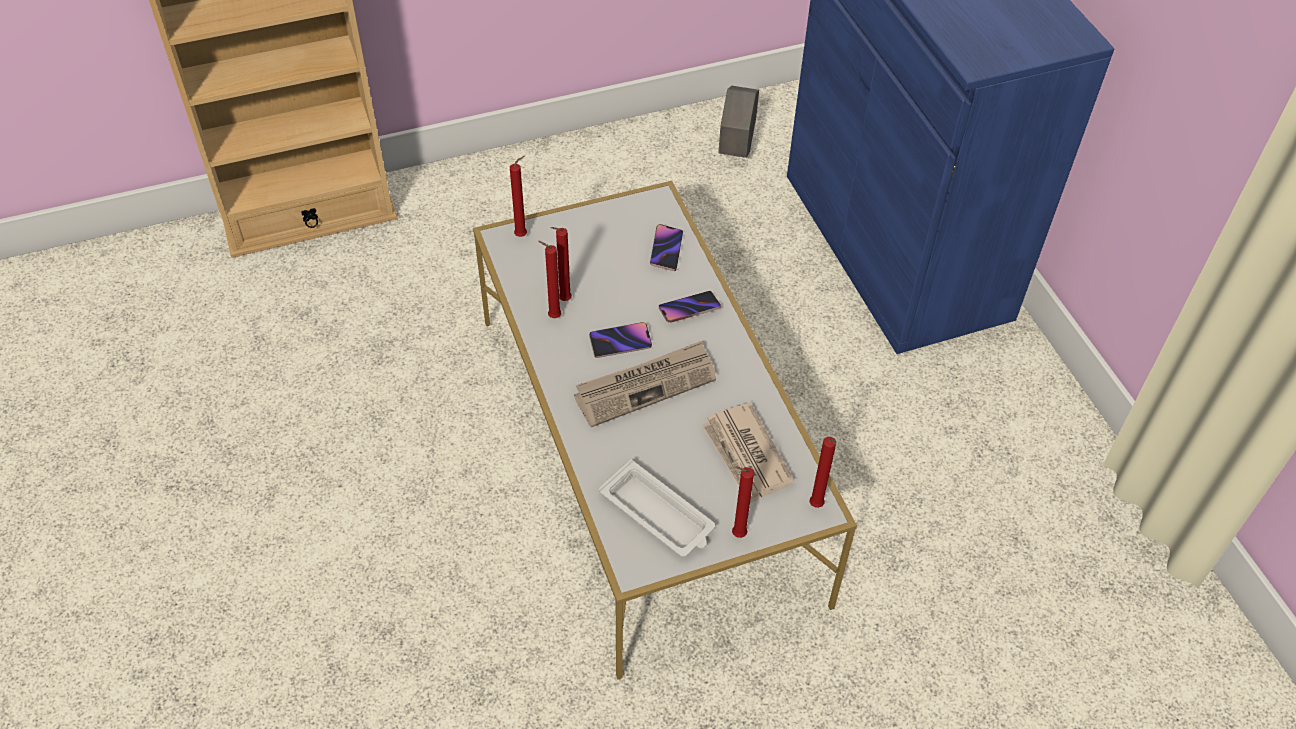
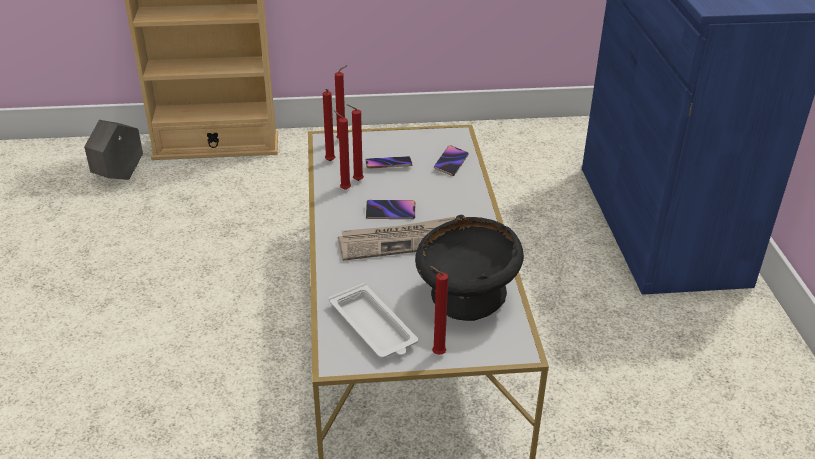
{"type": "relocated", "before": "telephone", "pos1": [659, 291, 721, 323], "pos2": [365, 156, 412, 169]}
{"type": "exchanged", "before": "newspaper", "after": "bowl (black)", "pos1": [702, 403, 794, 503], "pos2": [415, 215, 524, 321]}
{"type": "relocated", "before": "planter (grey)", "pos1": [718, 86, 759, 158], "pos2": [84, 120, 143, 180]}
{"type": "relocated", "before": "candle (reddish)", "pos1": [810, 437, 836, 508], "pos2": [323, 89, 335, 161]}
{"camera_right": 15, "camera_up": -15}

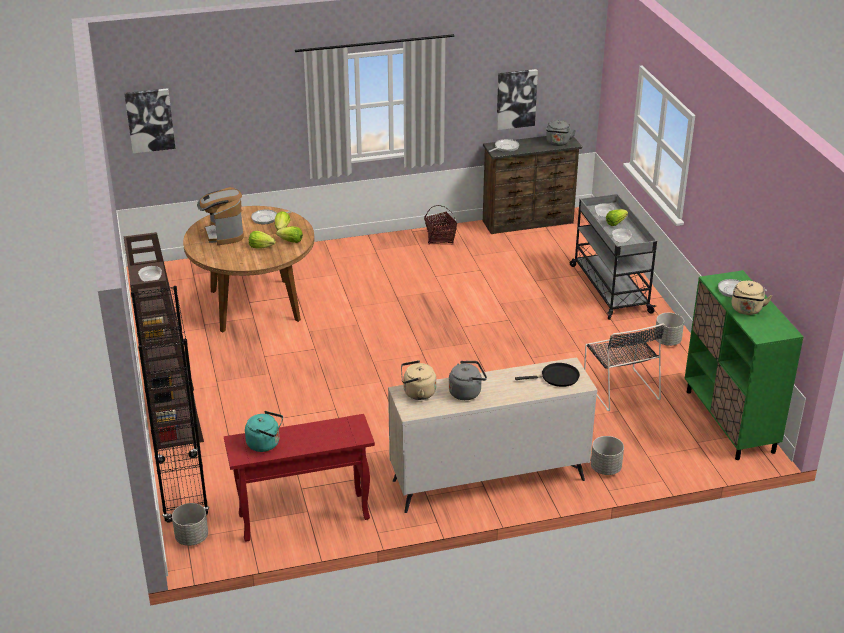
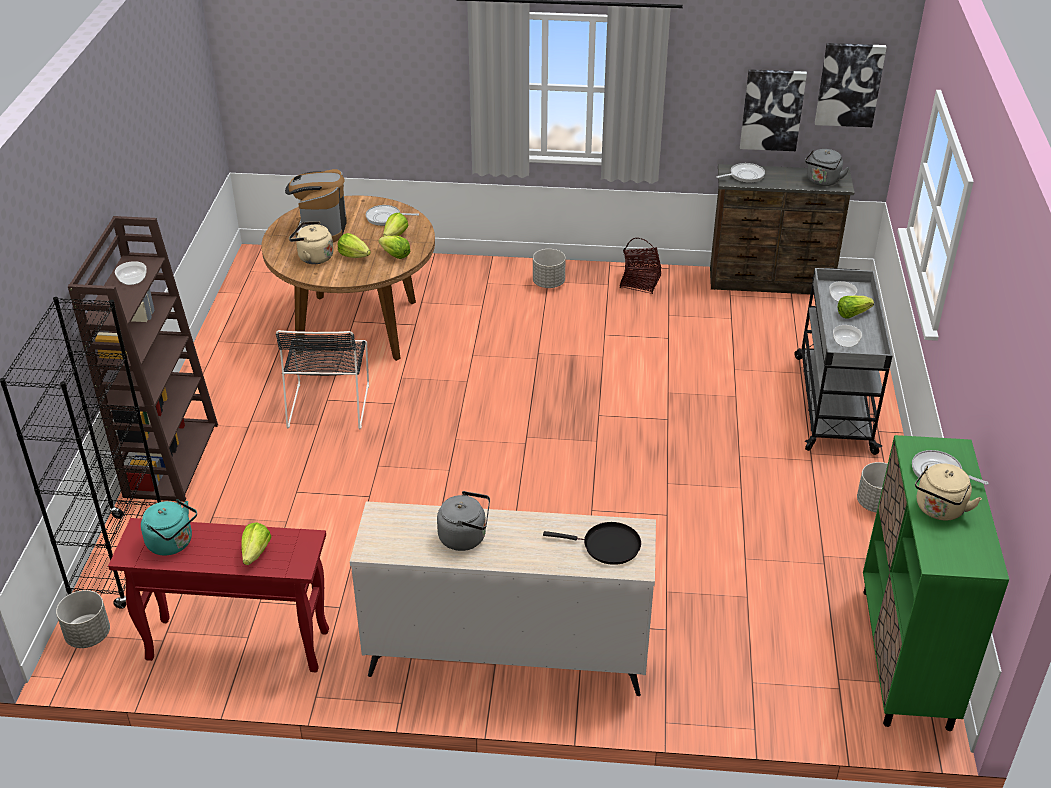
{"type": "relocated", "before": "wall art", "pos1": [124, 88, 175, 153], "pos2": [815, 43, 887, 127]}
{"type": "relocated", "before": "tea kettle (beige-coloured)", "pos1": [401, 360, 436, 400], "pos2": [289, 221, 333, 264]}
{"type": "relocated", "before": "chair (black)", "pos1": [584, 323, 665, 411], "pos2": [276, 330, 369, 429]}
{"type": "relocated", "before": "planter (grey)", "pos1": [591, 436, 624, 475], "pos2": [533, 249, 566, 288]}
{"type": "appeared", "after": "head of lettuce", "pos2": [241, 522, 272, 565]}
{"camera_right": 20, "camera_up": 5}

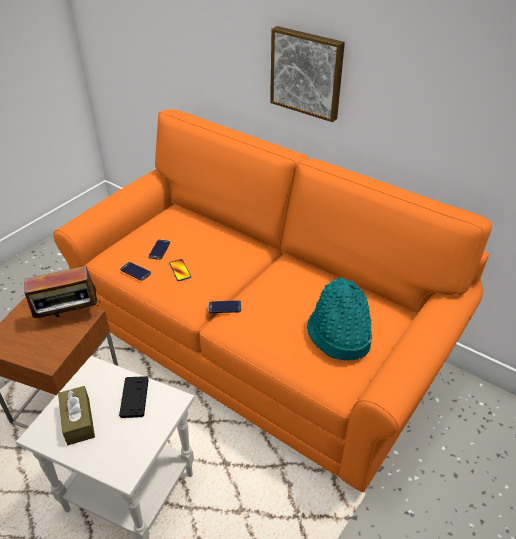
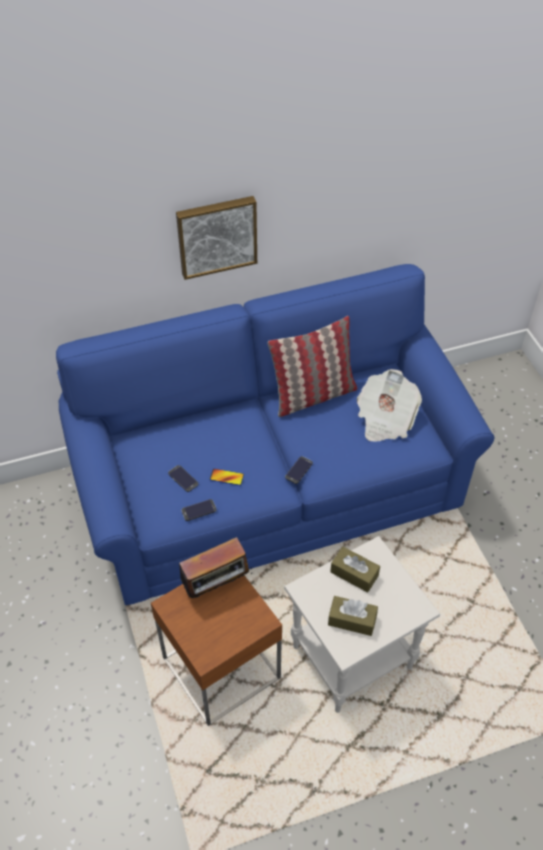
{"type": "spun", "before": "radio receiver", "pos1": [24, 266, 100, 323], "pos2": [172, 537, 252, 598], "turn": 45}
{"type": "colour", "before": "settee (orange-coloured)", "after": "settee (blue)", "pos1": [53, 109, 492, 493], "pos2": [56, 264, 494, 605]}
{"type": "exchanged", "before": "game controller (black)", "after": "box of tissues (brownish)", "pos1": [119, 376, 149, 418], "pos2": [330, 546, 380, 592]}
{"type": "exchanged", "before": "hat (blue-green)", "after": "newspaper", "pos1": [307, 277, 372, 360], "pos2": [357, 369, 422, 442]}
{"type": "appeared", "after": "pillow", "pos2": [268, 316, 357, 417]}
{"camera_right": -55, "camera_up": 10}

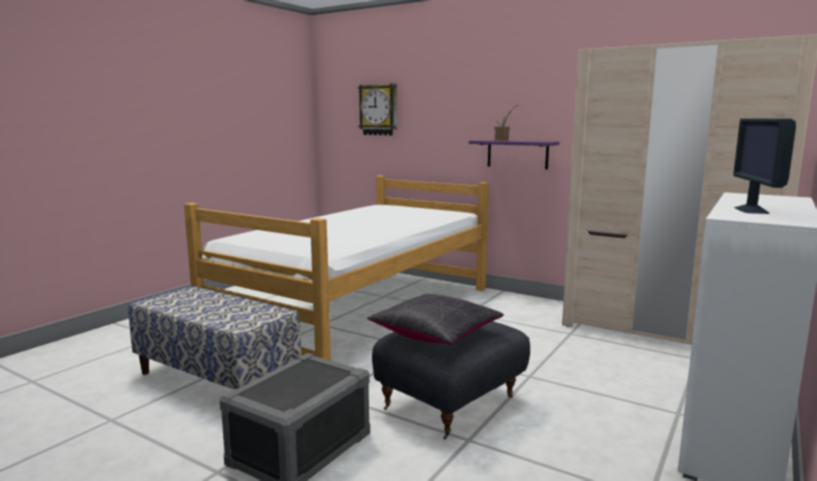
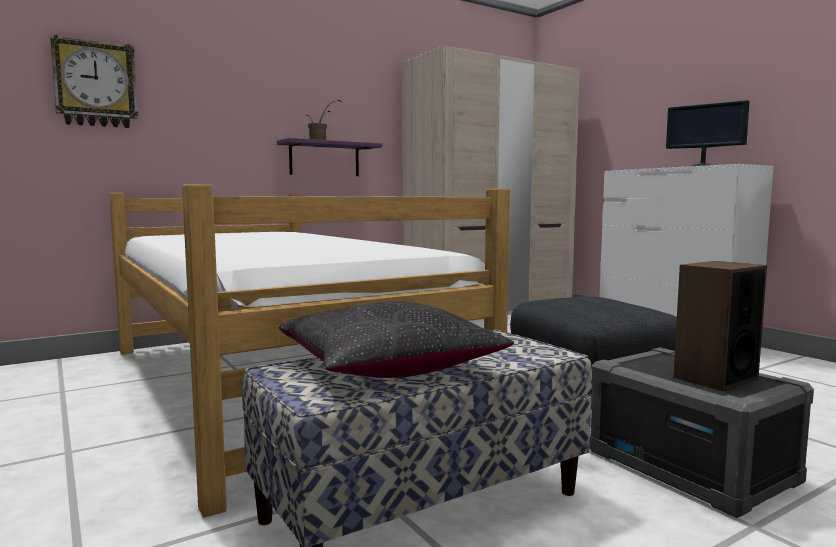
{"type": "relocated", "before": "pillow (black)", "pos1": [367, 294, 504, 344], "pos2": [279, 301, 514, 378]}
{"type": "appeared", "after": "audio speaker", "pos2": [673, 261, 767, 391]}
{"camera_right": -65, "camera_up": -5}

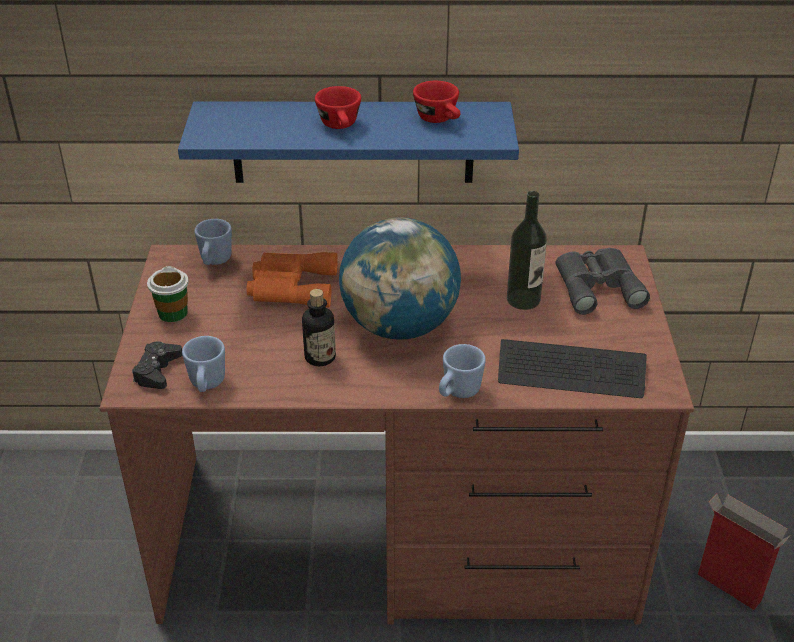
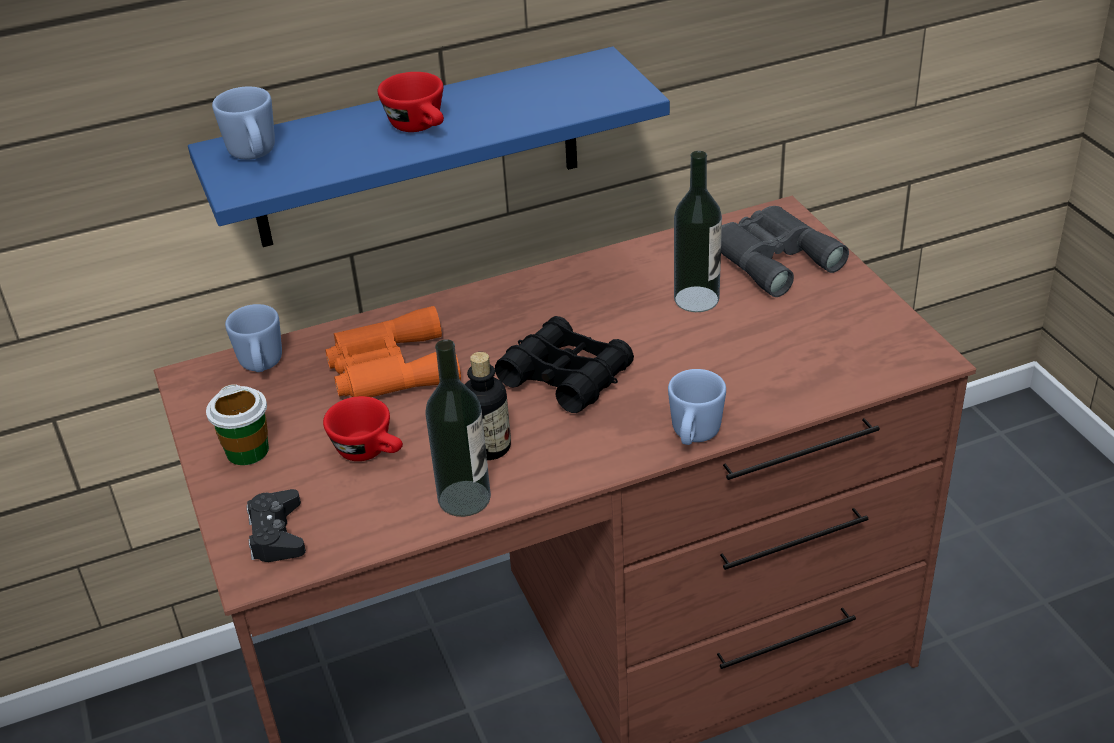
{"type": "relocated", "before": "coffee mug (blue)", "pos1": [182, 336, 225, 392], "pos2": [212, 86, 275, 160]}
{"type": "exchanged", "before": "desk globe", "after": "field glasses (black)", "pos1": [339, 217, 461, 340], "pos2": [495, 316, 634, 413]}
{"type": "relocated", "before": "cup (reddish)", "pos1": [413, 81, 461, 123], "pos2": [323, 396, 403, 461]}
{"type": "missing", "before": "keyboard", "pos1": [498, 339, 647, 398]}
{"type": "missing", "before": "packing box", "pos1": [698, 493, 790, 610]}
{"type": "appeared", "after": "bottle", "pos2": [425, 339, 491, 517]}
{"camera_right": -20, "camera_up": 0}

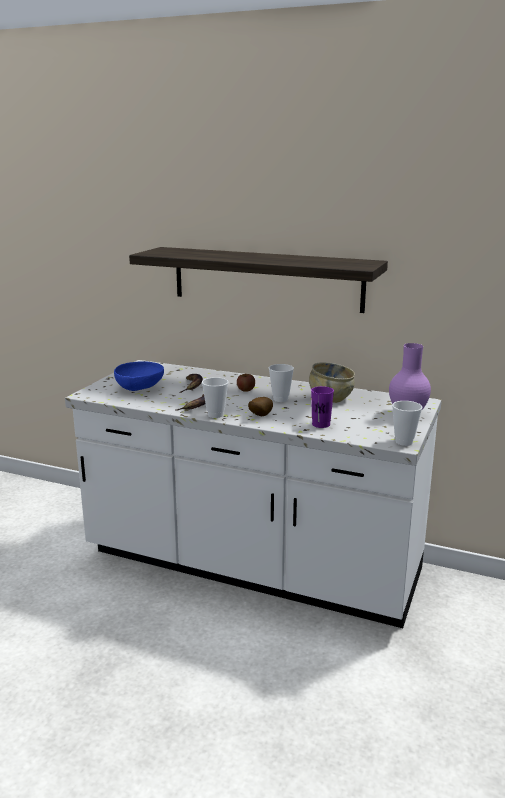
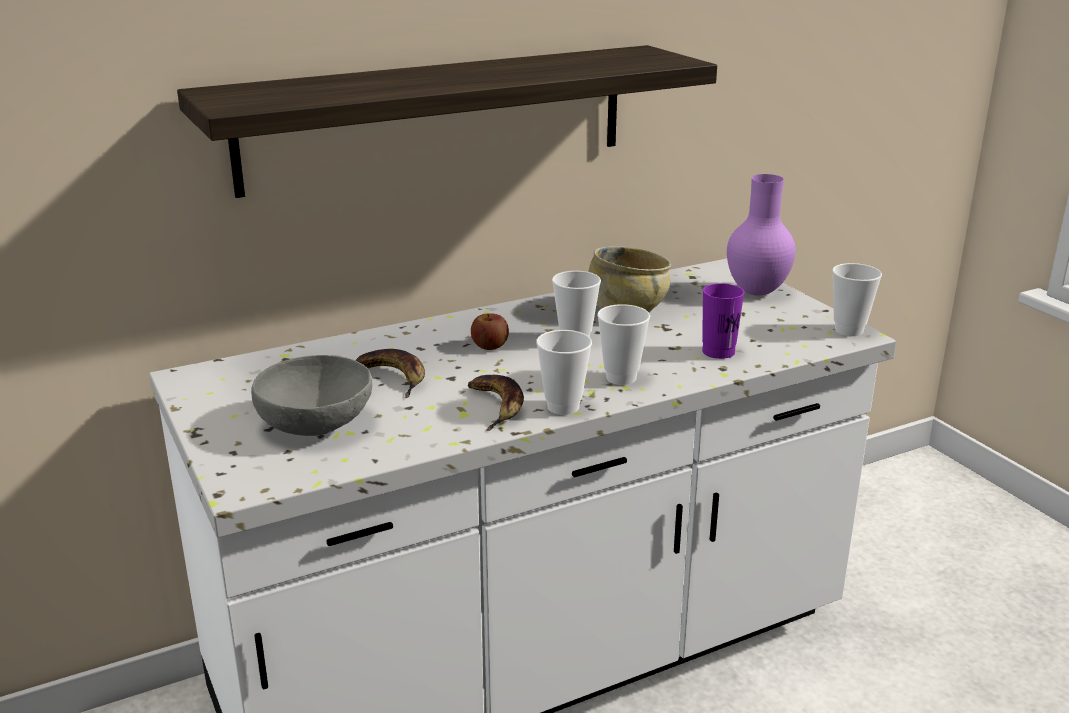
{"type": "colour", "before": "bowl (blue)", "after": "bowl (grey)", "pos1": [114, 361, 164, 391], "pos2": [251, 355, 372, 436]}
{"type": "exchanged", "before": "spud", "after": "cup", "pos1": [248, 397, 273, 416], "pos2": [597, 304, 650, 385]}
{"camera_right": -50, "camera_up": 5}

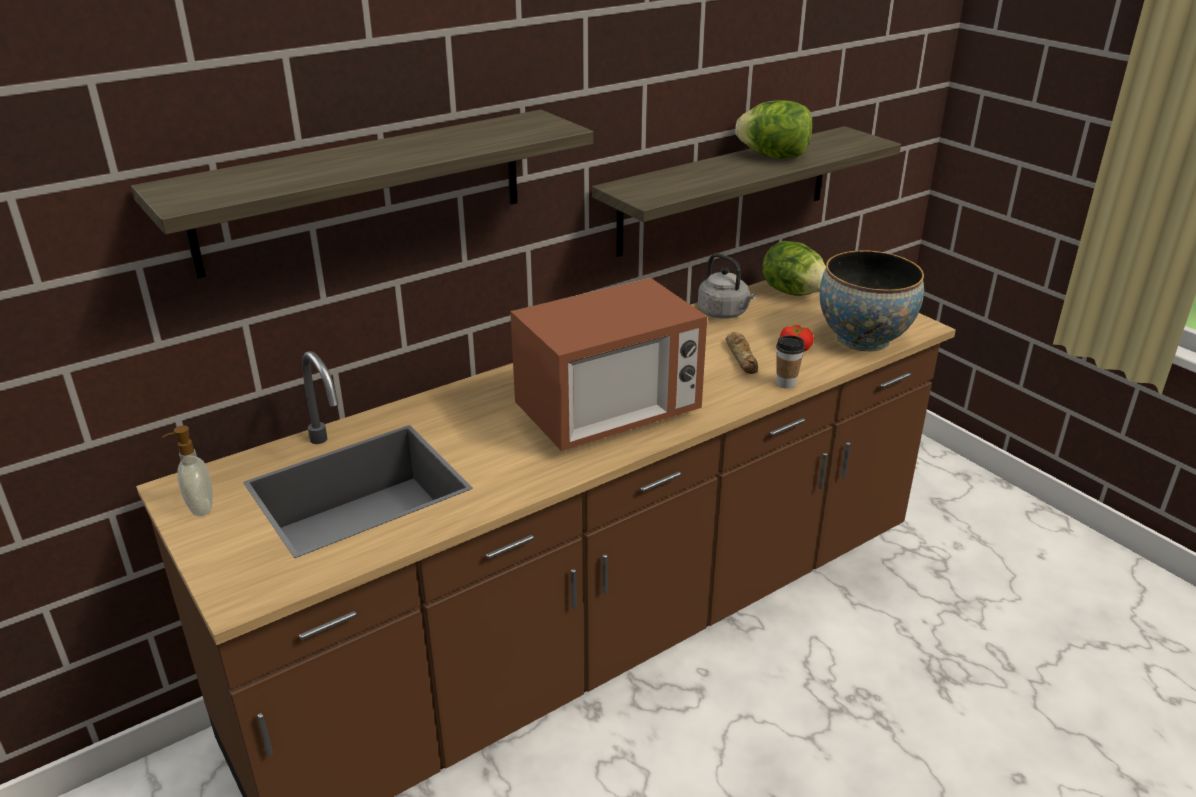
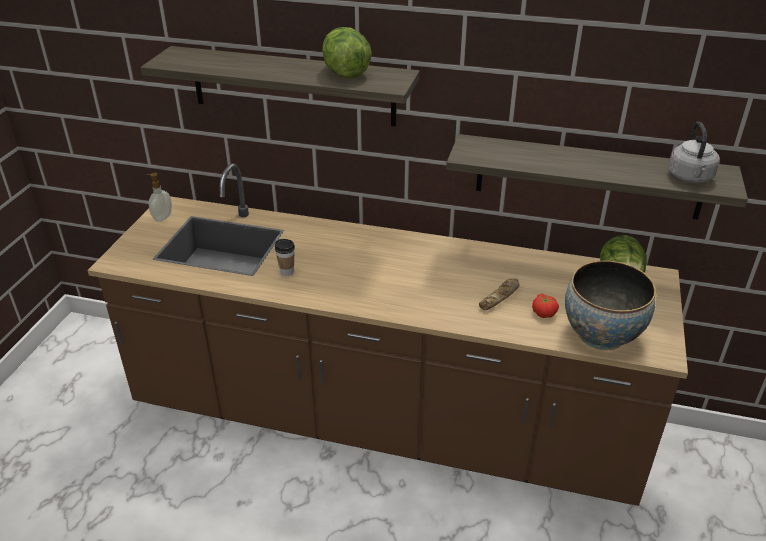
{"type": "missing", "before": "microwave oven", "pos1": [510, 278, 707, 451]}
{"type": "relocated", "before": "tea kettle (grey)", "pos1": [698, 253, 756, 319], "pos2": [669, 121, 720, 183]}
{"type": "relocated", "before": "head of lettuce", "pos1": [735, 100, 813, 159], "pos2": [322, 27, 372, 79]}
{"type": "relocated", "before": "cup", "pos1": [776, 335, 805, 389], "pos2": [275, 239, 295, 276]}
{"camera_right": 50, "camera_up": 5}

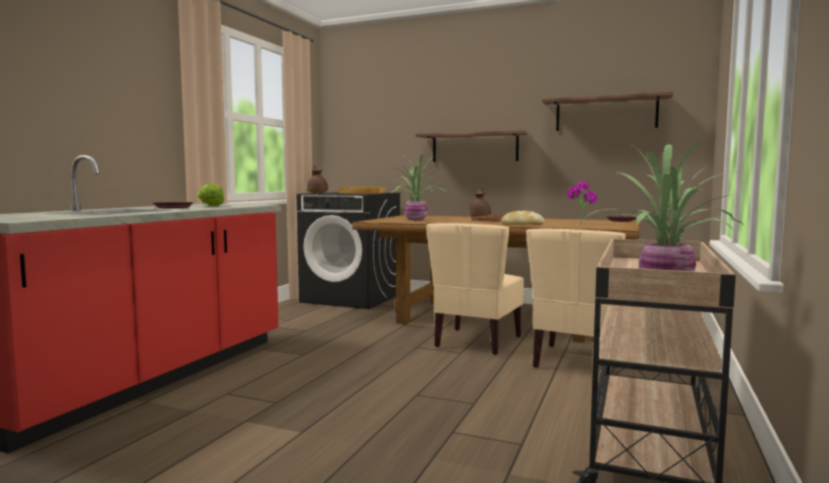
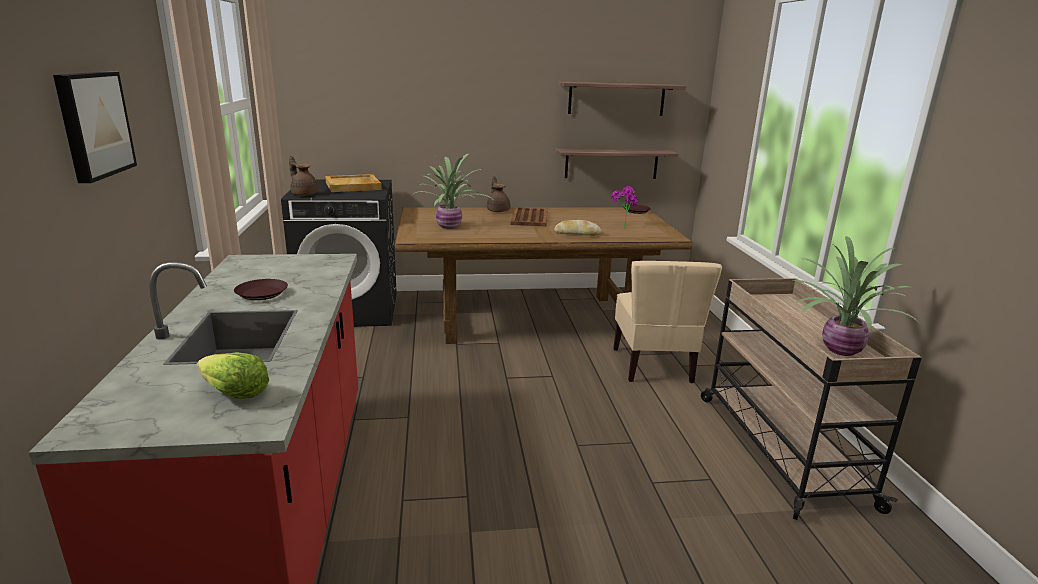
{"type": "relocated", "before": "head of lettuce", "pos1": [197, 184, 224, 206], "pos2": [197, 352, 269, 399]}
{"type": "relocated", "before": "bracket shelf", "pos1": [416, 130, 529, 162], "pos2": [555, 148, 678, 179]}
{"type": "missing", "before": "chair (beige-coloured)", "pos1": [426, 223, 524, 355]}
{"type": "appeared", "after": "wall art", "pos2": [53, 71, 137, 183]}
{"camera_right": -30, "camera_up": 15}

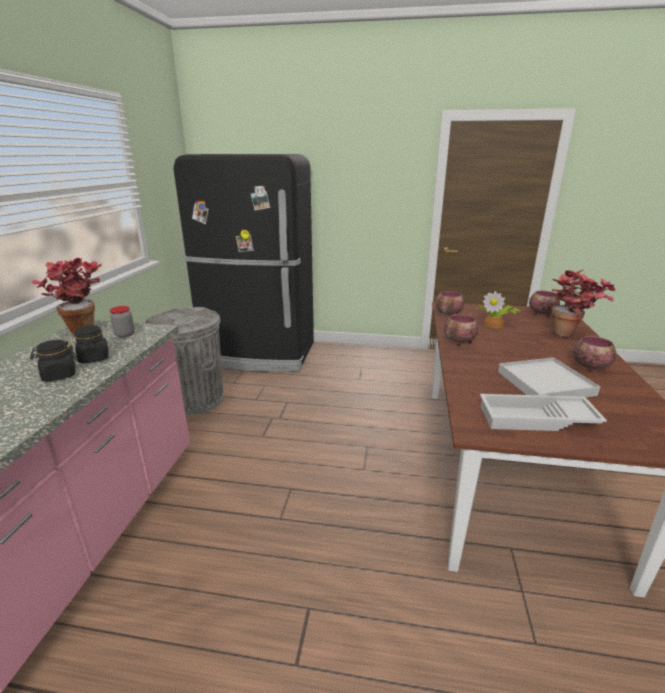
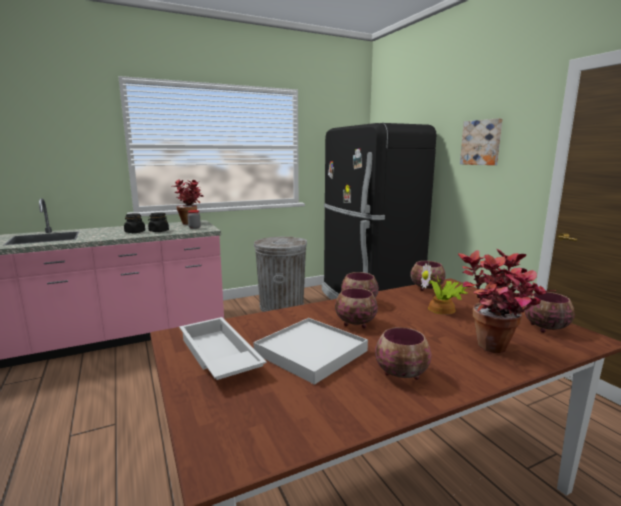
{"type": "appeared", "after": "bowl", "pos2": [335, 288, 378, 328]}
{"type": "appeared", "after": "wall art", "pos2": [460, 118, 503, 165]}
{"camera_right": 55, "camera_up": -10}

